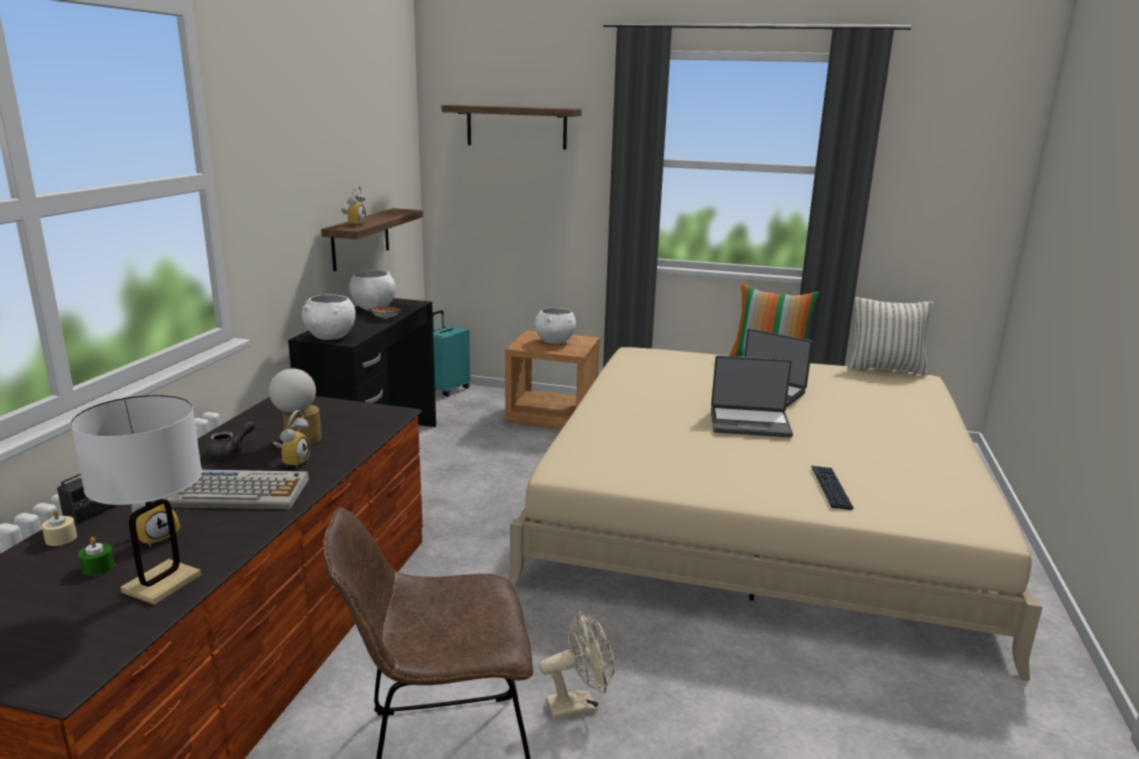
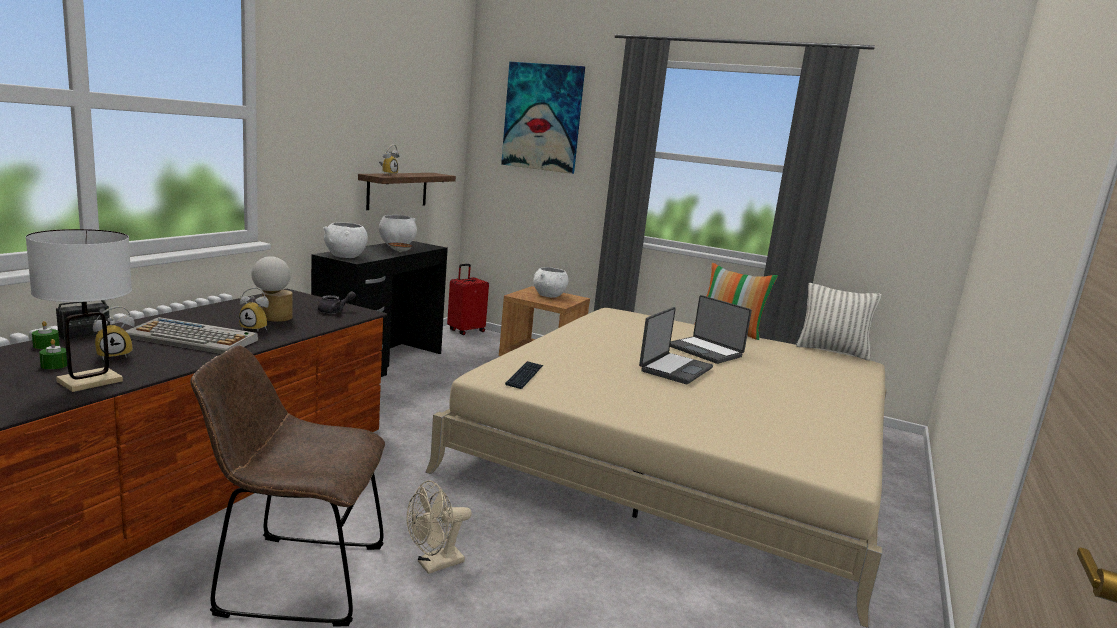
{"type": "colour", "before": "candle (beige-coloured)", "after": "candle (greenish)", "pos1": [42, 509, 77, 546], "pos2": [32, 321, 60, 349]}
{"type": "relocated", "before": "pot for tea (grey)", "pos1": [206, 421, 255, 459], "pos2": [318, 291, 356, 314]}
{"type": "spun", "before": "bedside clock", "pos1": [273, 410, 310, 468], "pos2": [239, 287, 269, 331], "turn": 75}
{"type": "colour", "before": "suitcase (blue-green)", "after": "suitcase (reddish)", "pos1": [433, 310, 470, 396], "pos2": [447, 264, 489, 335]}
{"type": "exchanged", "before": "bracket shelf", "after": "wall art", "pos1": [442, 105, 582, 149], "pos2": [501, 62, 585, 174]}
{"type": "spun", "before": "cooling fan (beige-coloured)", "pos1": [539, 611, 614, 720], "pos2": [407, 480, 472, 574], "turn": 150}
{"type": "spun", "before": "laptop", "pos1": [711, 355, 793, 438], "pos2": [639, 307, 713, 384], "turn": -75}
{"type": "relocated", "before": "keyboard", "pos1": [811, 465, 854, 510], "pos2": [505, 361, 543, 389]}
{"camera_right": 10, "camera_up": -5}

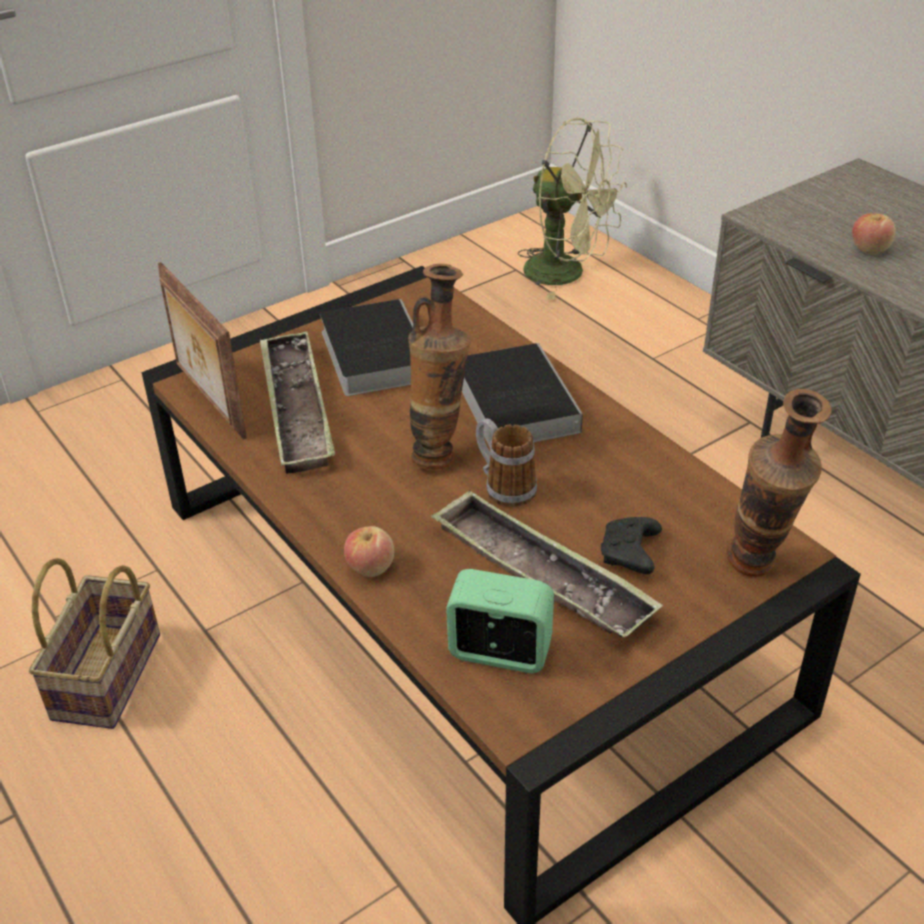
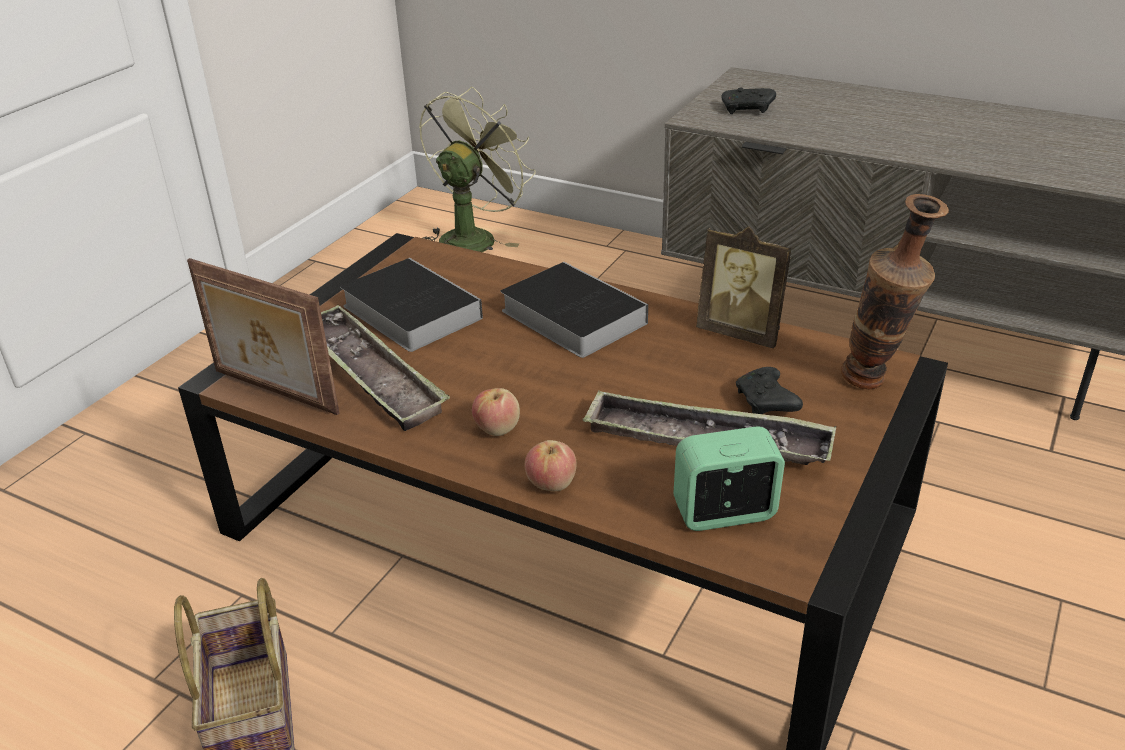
{"type": "missing", "before": "decorative vase", "pos1": [408, 264, 471, 470]}
{"type": "missing", "before": "coffee mug", "pos1": [476, 418, 537, 507]}
{"type": "spun", "before": "cooling fan (greenish)", "pos1": [517, 117, 627, 300], "pos2": [419, 86, 536, 252], "turn": -60}
{"type": "relocated", "before": "whole apple", "pos1": [852, 213, 896, 255], "pos2": [472, 388, 520, 436]}
{"type": "appeared", "after": "photo frame", "pos2": [696, 226, 792, 349]}
{"type": "appeared", "after": "game controller (black)", "pos2": [721, 87, 776, 114]}
{"camera_right": -25, "camera_up": -5}

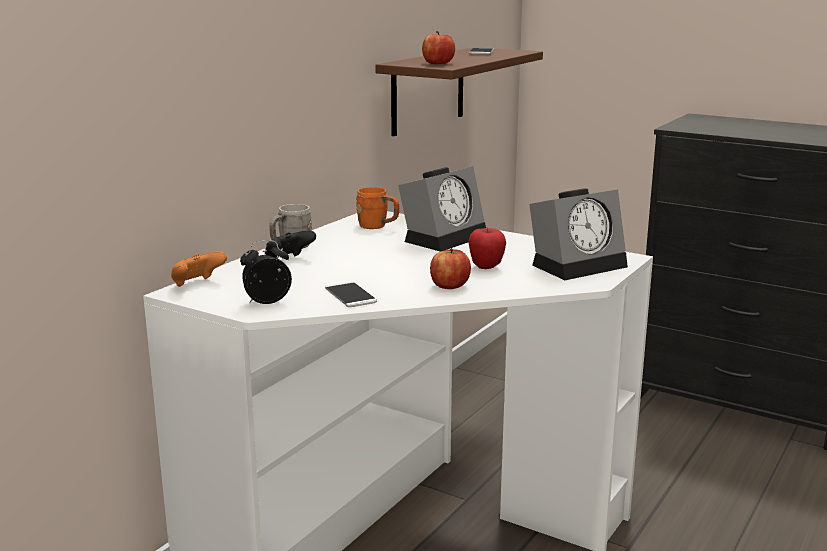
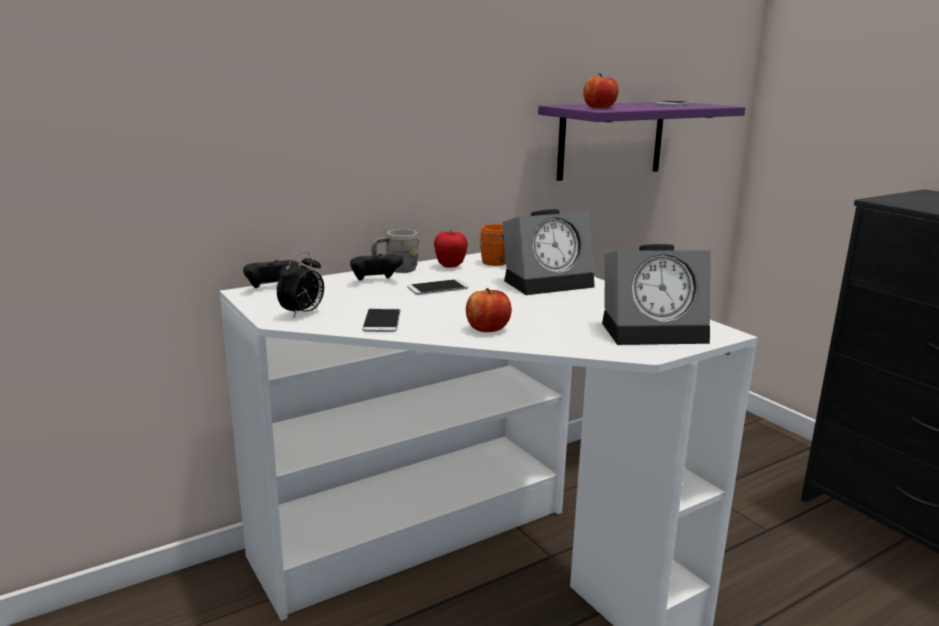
{"type": "colour", "before": "game controller (orange-coloured)", "after": "game controller (black)", "pos1": [171, 251, 227, 287], "pos2": [243, 260, 299, 288]}
{"type": "spun", "before": "bedside clock", "pos1": [240, 240, 292, 304], "pos2": [277, 251, 324, 318], "turn": 120}
{"type": "colour", "before": "bracket shelf (brownish)", "after": "bracket shelf (purple-coloured)", "pos1": [375, 47, 543, 136], "pos2": [538, 102, 745, 181]}
{"type": "relocated", "before": "whole apple", "pos1": [468, 227, 506, 269], "pos2": [434, 230, 468, 268]}
{"type": "appeared", "after": "telephone", "pos2": [407, 279, 469, 295]}
{"camera_right": 25, "camera_up": 0}

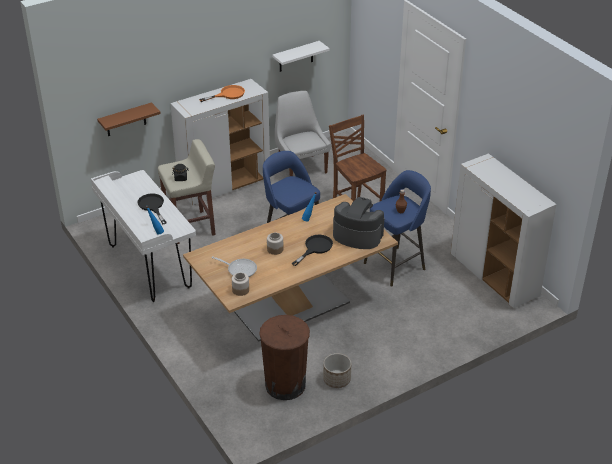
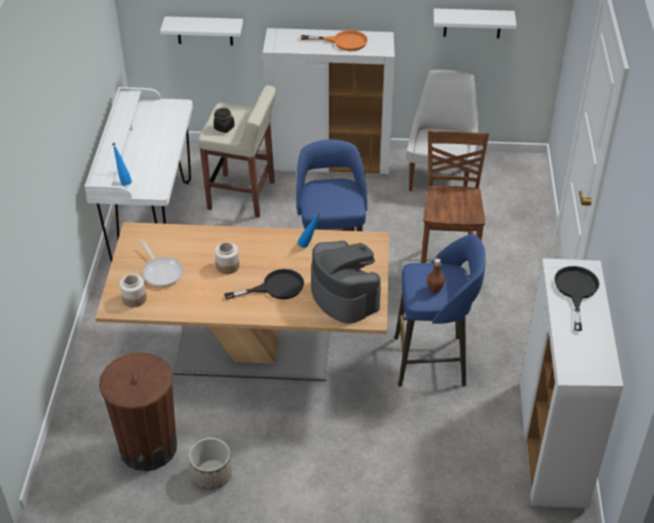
{"type": "colour", "before": "bracket shelf (brownish)", "after": "bracket shelf (white)", "pos1": [97, 102, 161, 136], "pos2": [160, 16, 243, 46]}
{"type": "relocated", "before": "skillet (black)", "pos1": [137, 194, 167, 224], "pos2": [554, 266, 599, 331]}
{"camera_right": 35, "camera_up": 5}

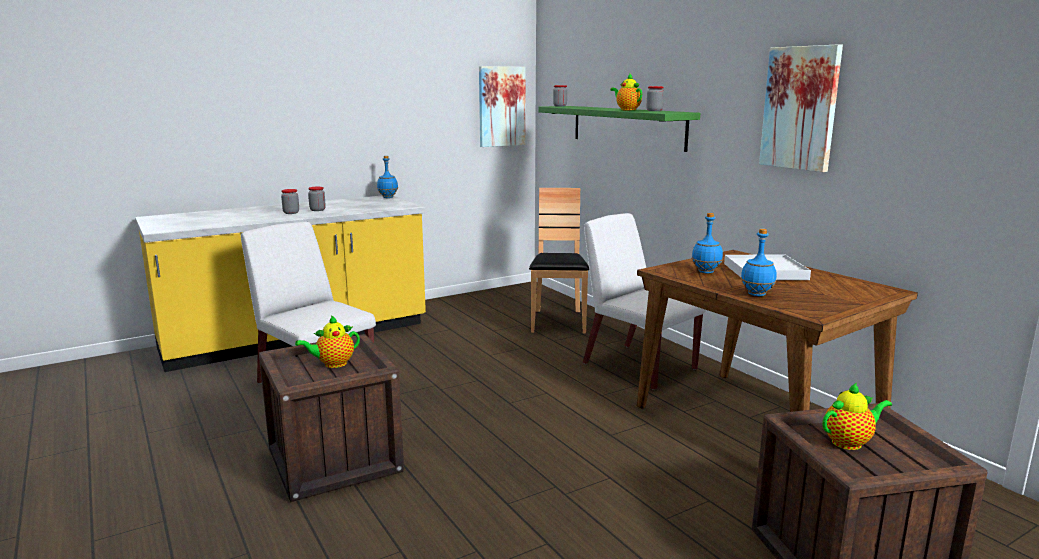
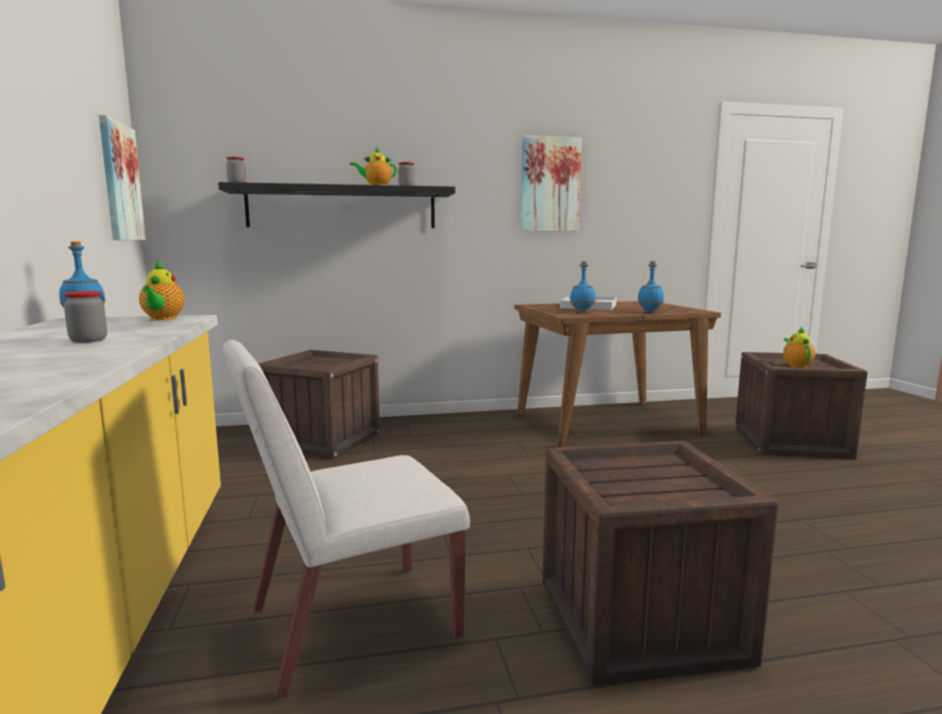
{"type": "missing", "before": "preserve jar", "pos1": [281, 189, 299, 214]}
{"type": "relocated", "before": "pot for tea", "pos1": [295, 315, 360, 368], "pos2": [139, 260, 185, 320]}
{"type": "exchanged", "before": "chair (brownish)", "after": "crate", "pos1": [529, 188, 589, 333], "pos2": [258, 350, 380, 460]}
{"type": "colour", "before": "bracket shelf (greenish)", "after": "bracket shelf (black)", "pos1": [539, 106, 700, 152], "pos2": [218, 182, 455, 228]}
{"type": "missing", "before": "chair (white)", "pos1": [583, 213, 706, 390]}
{"camera_right": -70, "camera_up": -5}

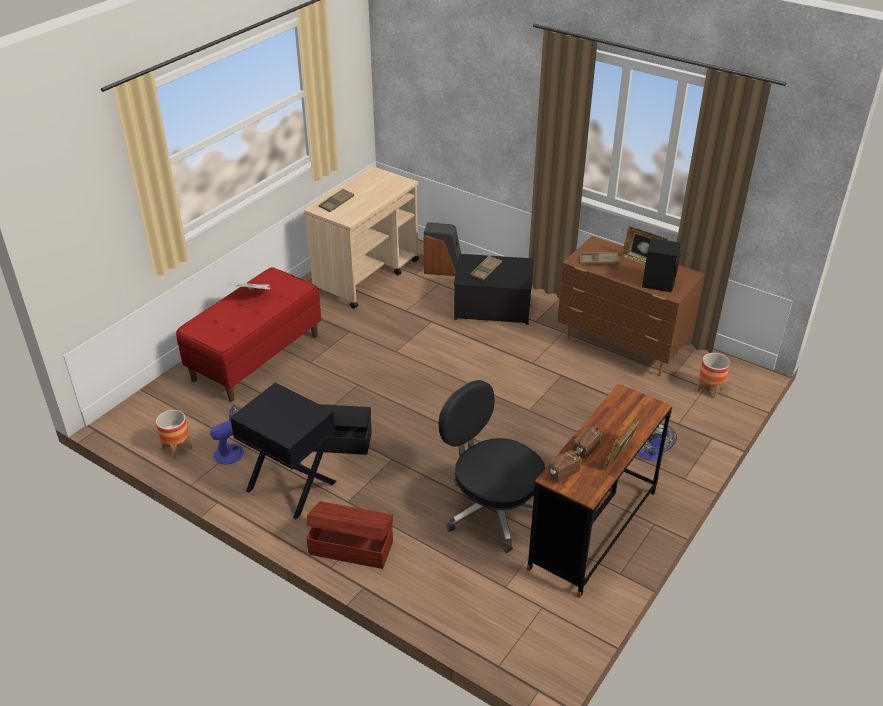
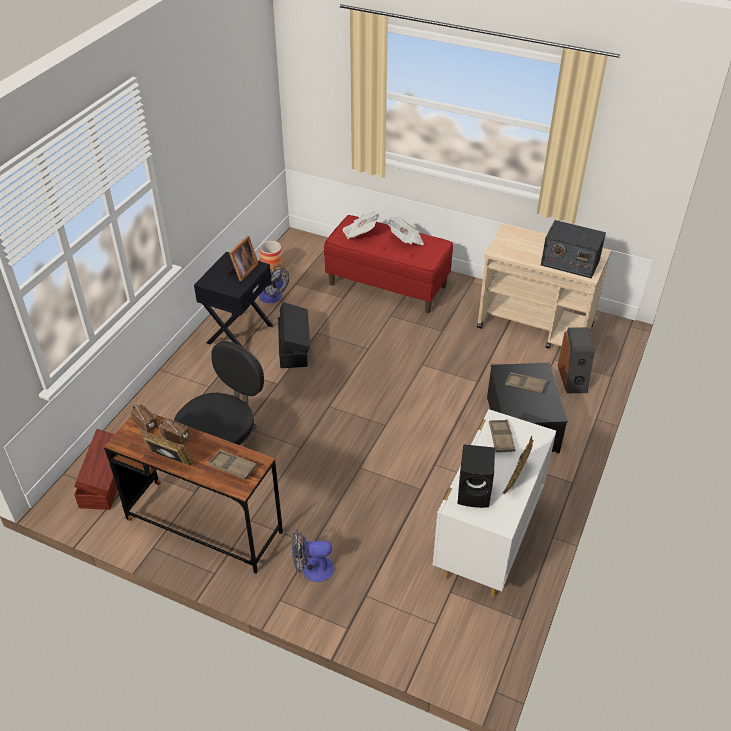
{"type": "relocated", "before": "storage container (brownish)", "pos1": [306, 501, 393, 569], "pos2": [74, 429, 117, 510]}
{"type": "relocated", "before": "carrying tray (brownish)", "pos1": [319, 189, 354, 212], "pos2": [208, 450, 257, 480]}
{"type": "colour", "before": "chest of drawers (brownish)", "after": "chest of drawers (white)", "pos1": [557, 236, 705, 376], "pos2": [432, 409, 556, 597]}
{"type": "missing", "before": "planter", "pos1": [697, 353, 730, 398]}
{"type": "appeared", "after": "photo frame", "pos2": [227, 236, 259, 281]}
{"type": "appeared", "after": "newspaper", "pos2": [343, 211, 380, 239]}
{"type": "appeared", "after": "radio receiver", "pos2": [541, 220, 606, 279]}
{"camera_right": 80, "camera_up": 5}

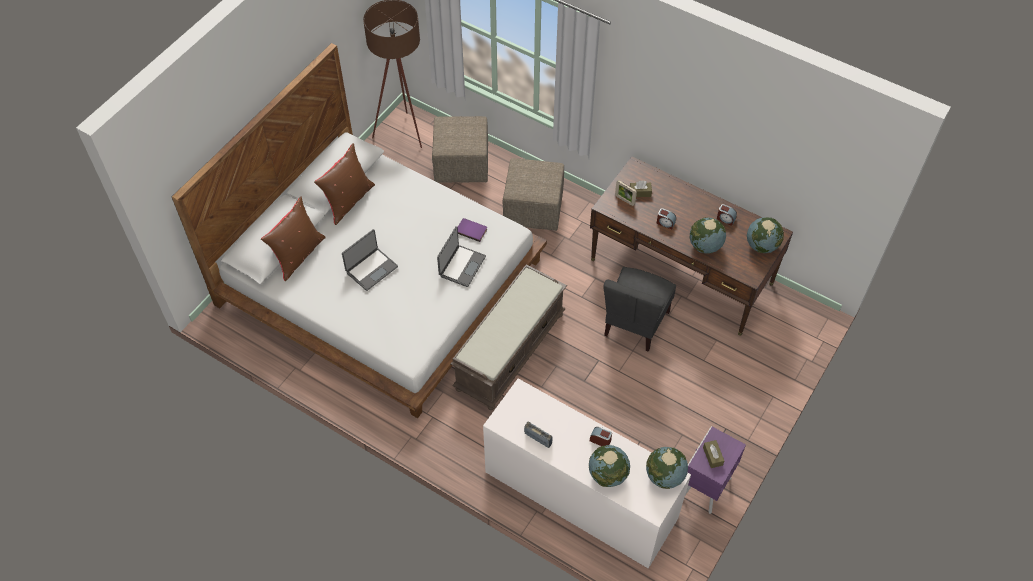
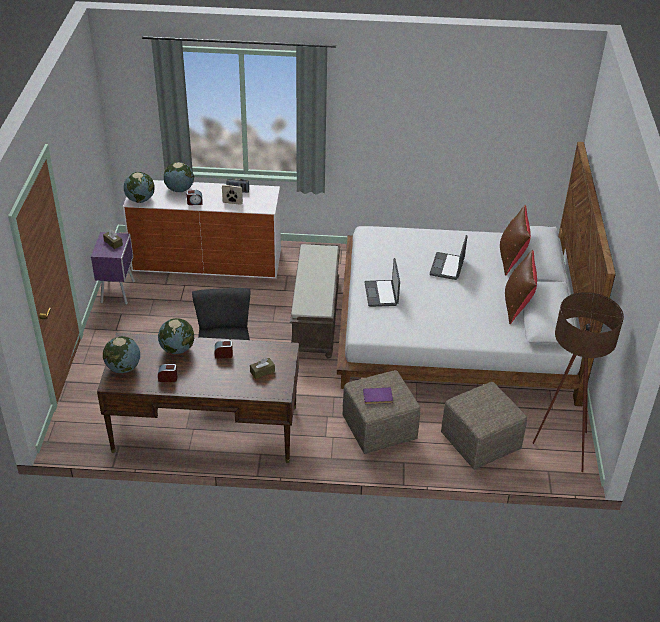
{"type": "relocated", "before": "volume (purple-coloured)", "pos1": [458, 218, 487, 242], "pos2": [363, 388, 393, 404]}
{"type": "relocated", "before": "photo frame", "pos1": [615, 180, 637, 206], "pos2": [222, 185, 243, 205]}
{"camera_right": 150, "camera_up": -15}

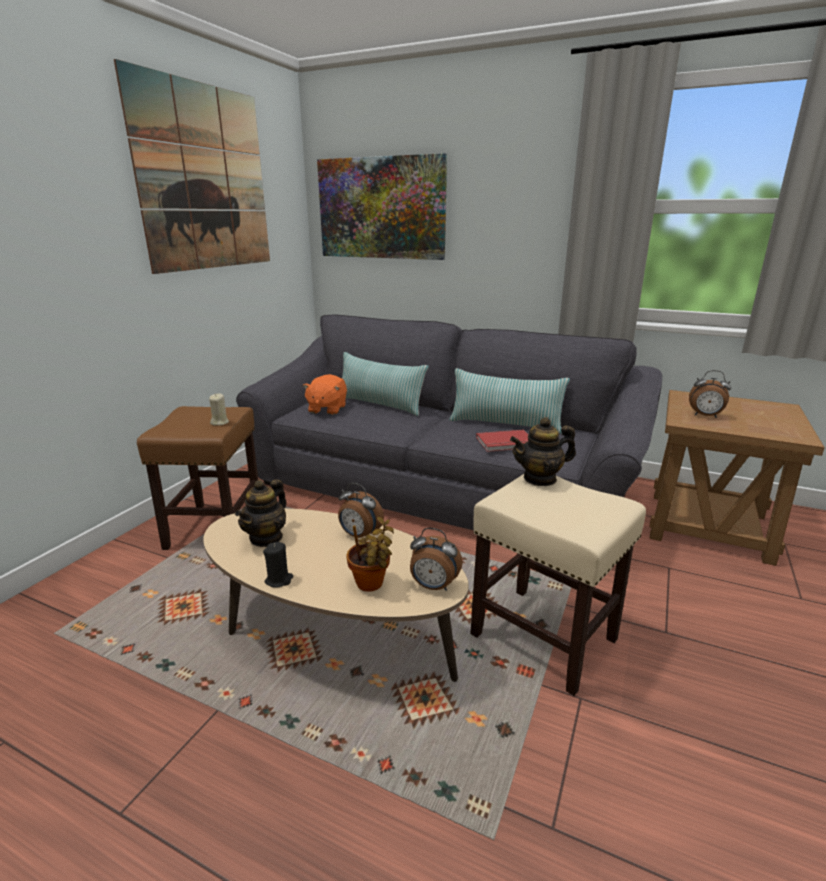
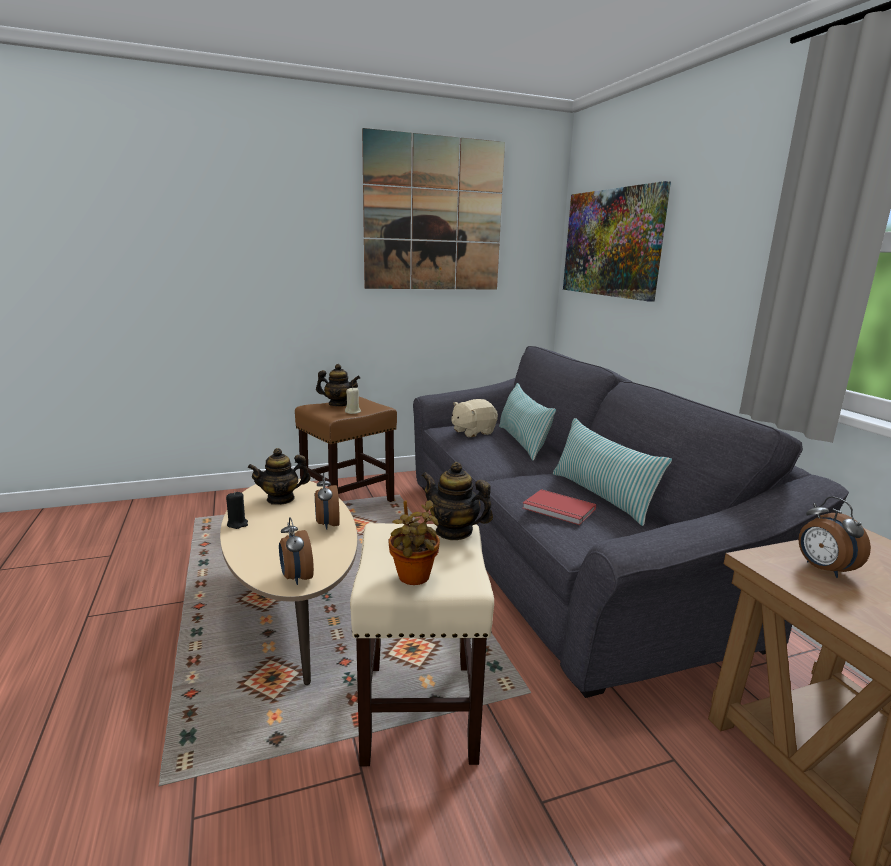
{"type": "colour", "before": "soft toy (orange-coloured)", "after": "soft toy (beige-coloured)", "pos1": [302, 374, 347, 415], "pos2": [451, 399, 498, 437]}
{"type": "relocated", "before": "potted plant", "pos1": [346, 517, 394, 592], "pos2": [388, 500, 440, 585]}
{"type": "appeared", "after": "pot for tea", "pos2": [316, 364, 360, 406]}
{"camera_right": 45, "camera_up": -5}

